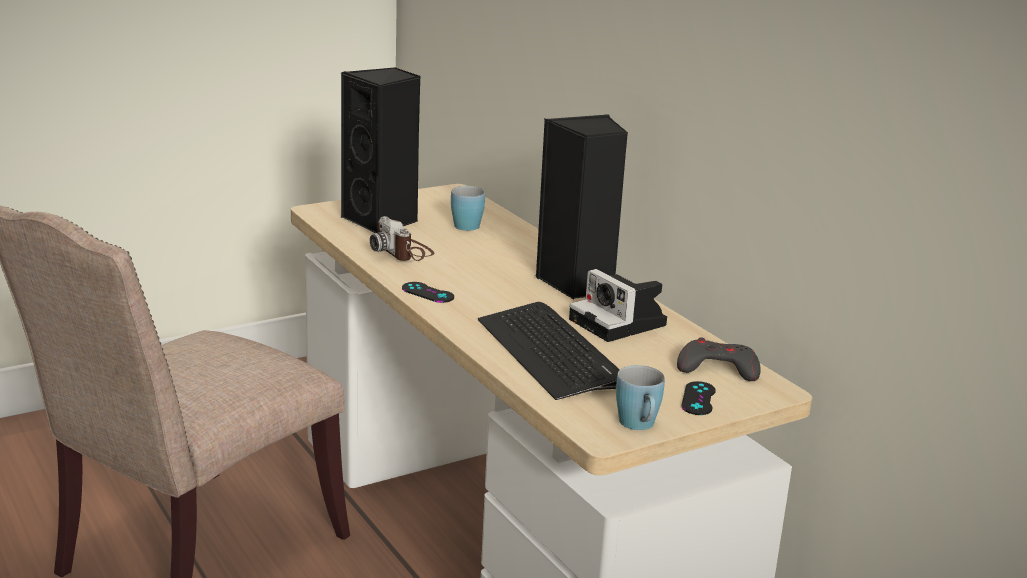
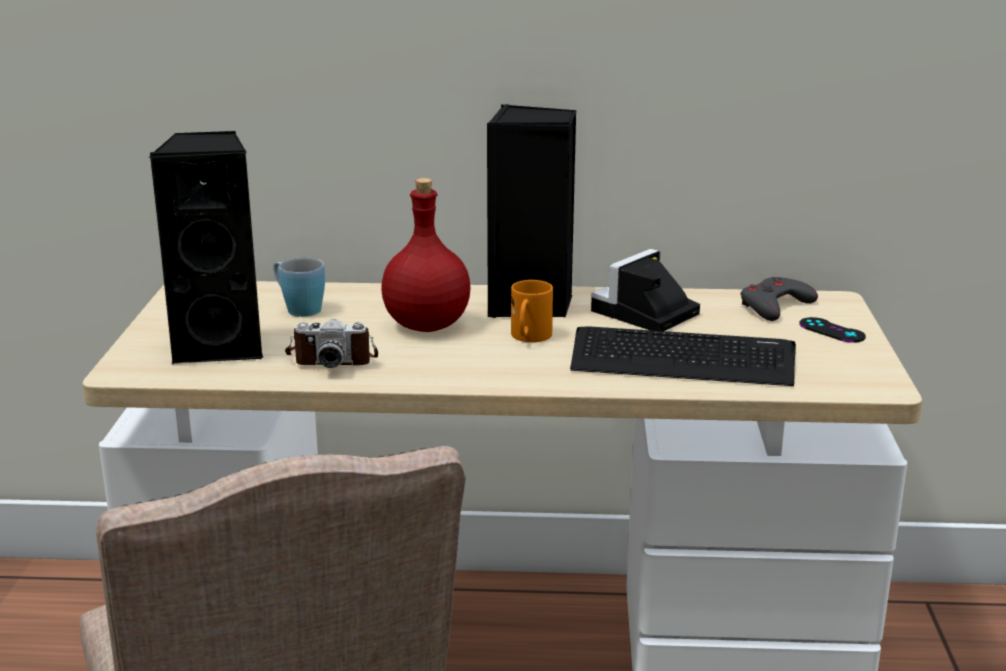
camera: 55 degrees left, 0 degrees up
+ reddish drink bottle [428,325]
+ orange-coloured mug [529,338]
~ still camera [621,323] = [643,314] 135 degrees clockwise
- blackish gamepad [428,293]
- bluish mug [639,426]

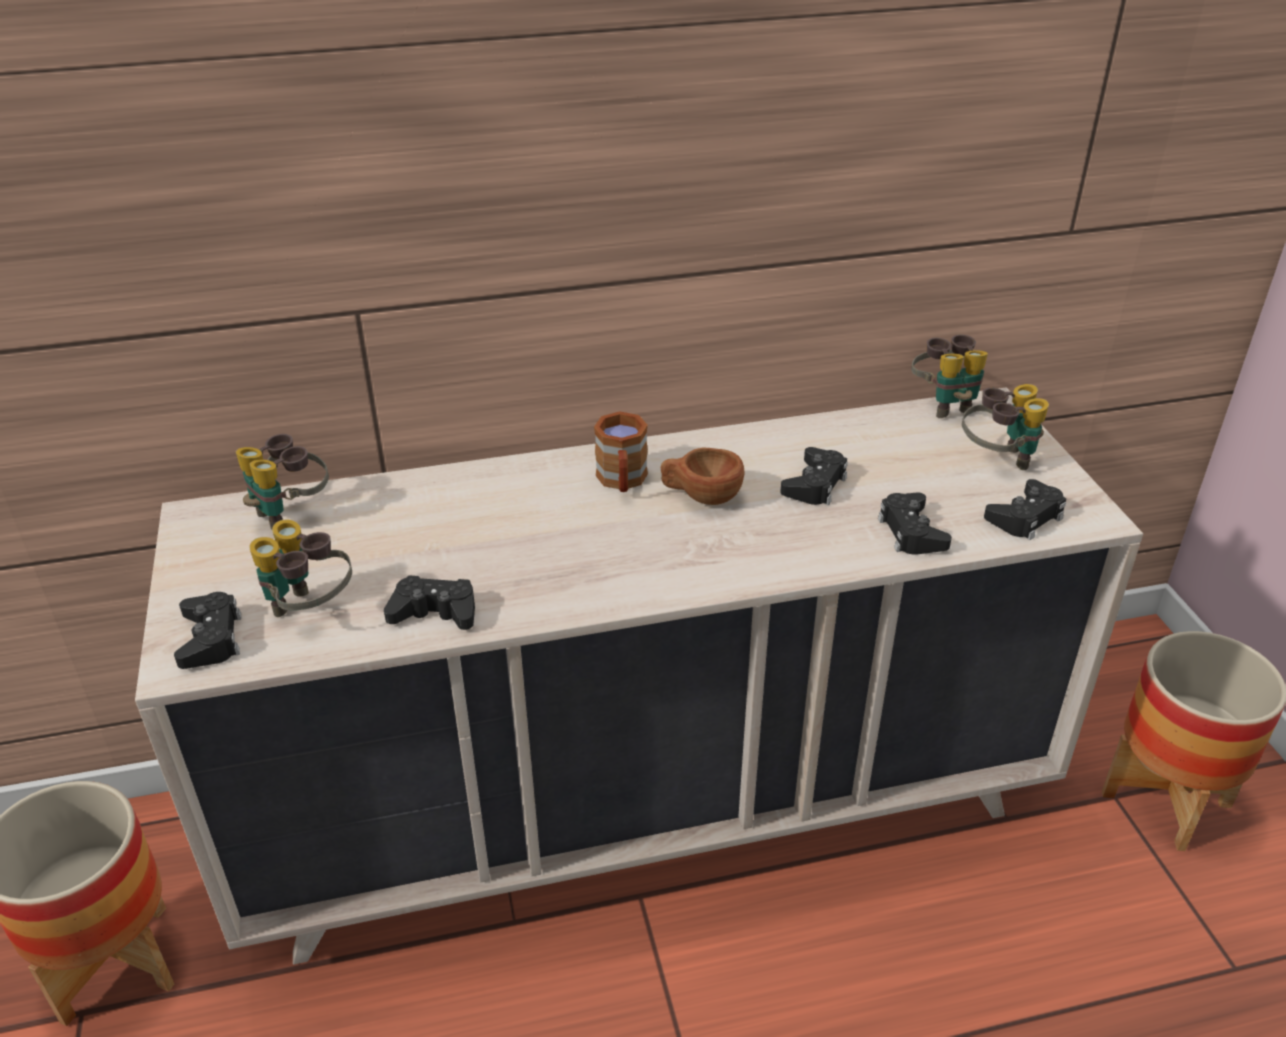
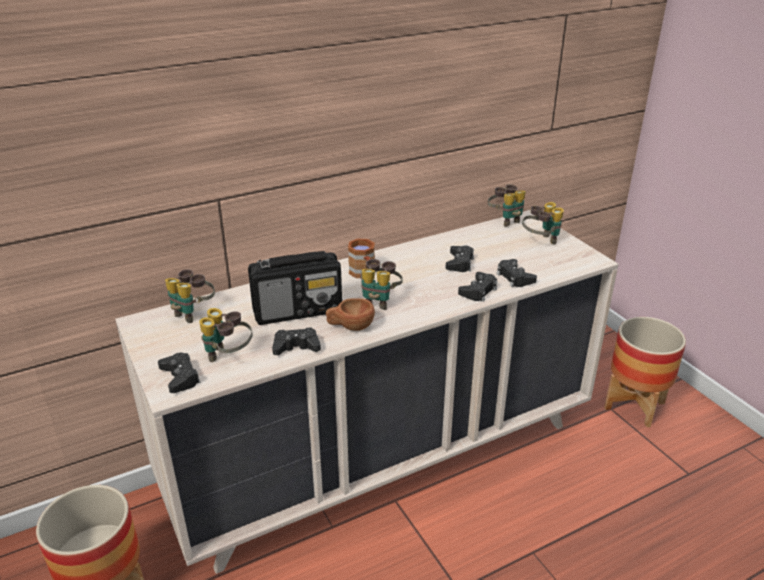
camera: 15 degrees left, 5 degrees down
+ radio set [298,311]
~ brown-coloured drinking cup [701,496] to [350,327]
+ pair of binoculars [379,301]
~ blackish gamepad [1025,517] to [478,291]

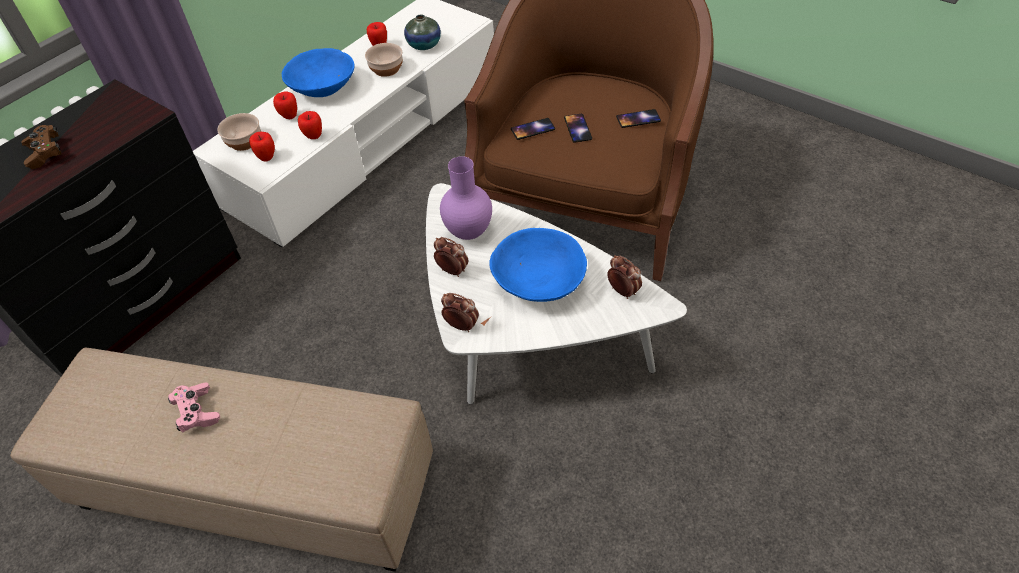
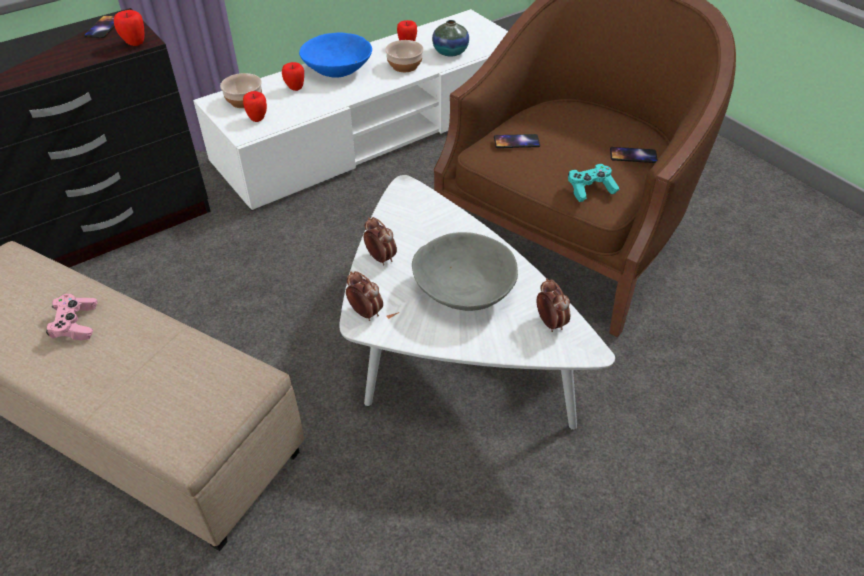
camera: 15 degrees right, 5 degrees down
~ phone [577,128] to [103,27]
~ apple fruit [314,137] to [135,44]
~ bluish deep dish [538,282] to greyish deep dish [463,291]
+ turquoise-coloured gamepad [590,189]
- brown-coloured gamepad [45,153]
- purple decorative vase [468,233]

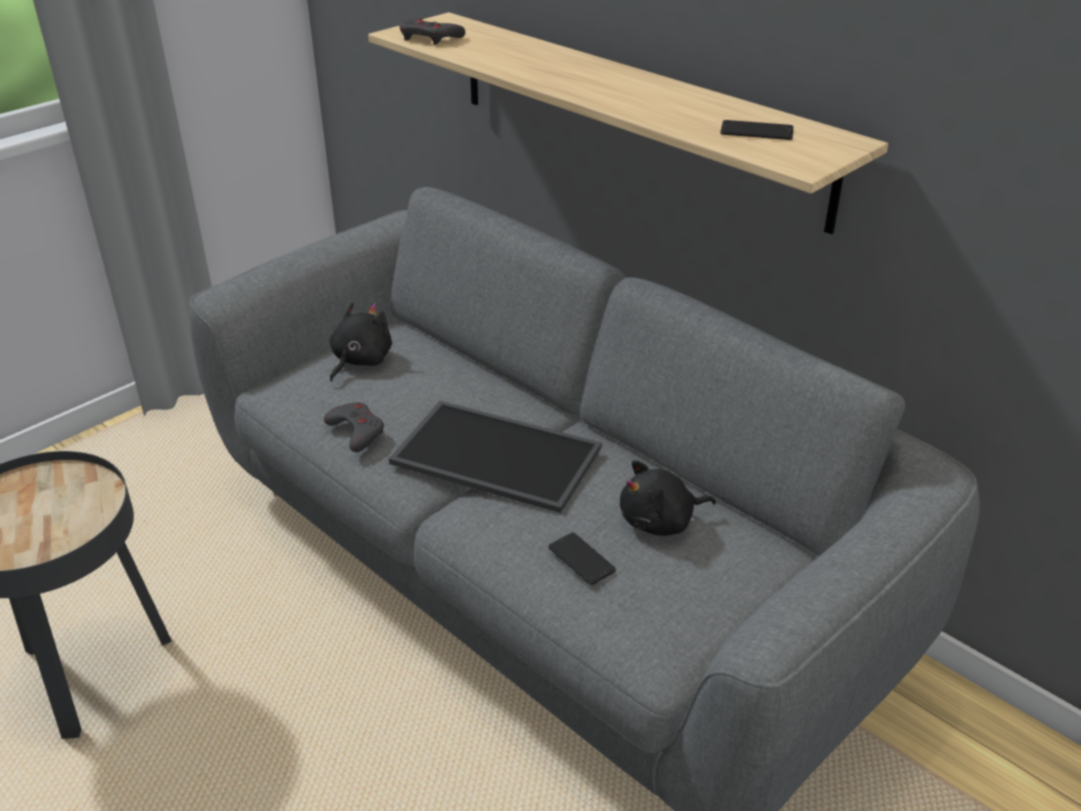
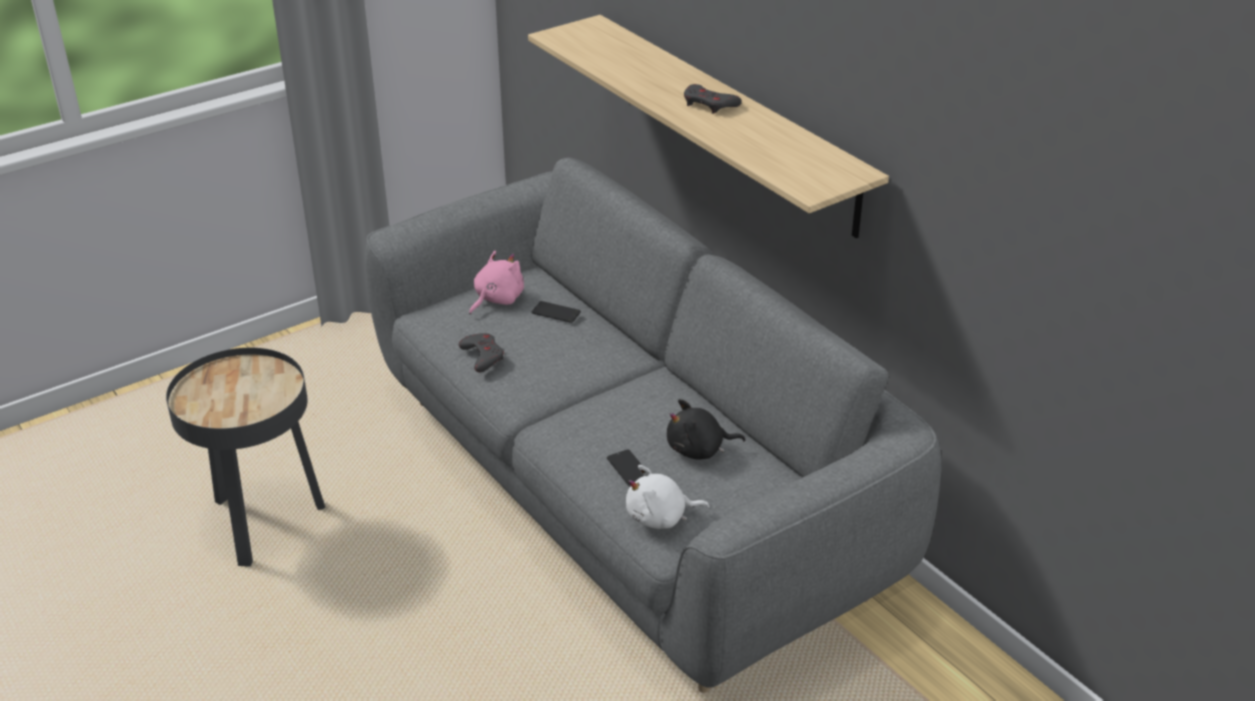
camera: 10 degrees right, 0 degrees up
~ blackish soft toy [359,361] to pinkish soft toy [496,299]
~ phone [756,131] to [556,313]
+ whitish soft toy [660,517]
~ greyish gamepad [429,38] to [709,104]
- tray [493,457]

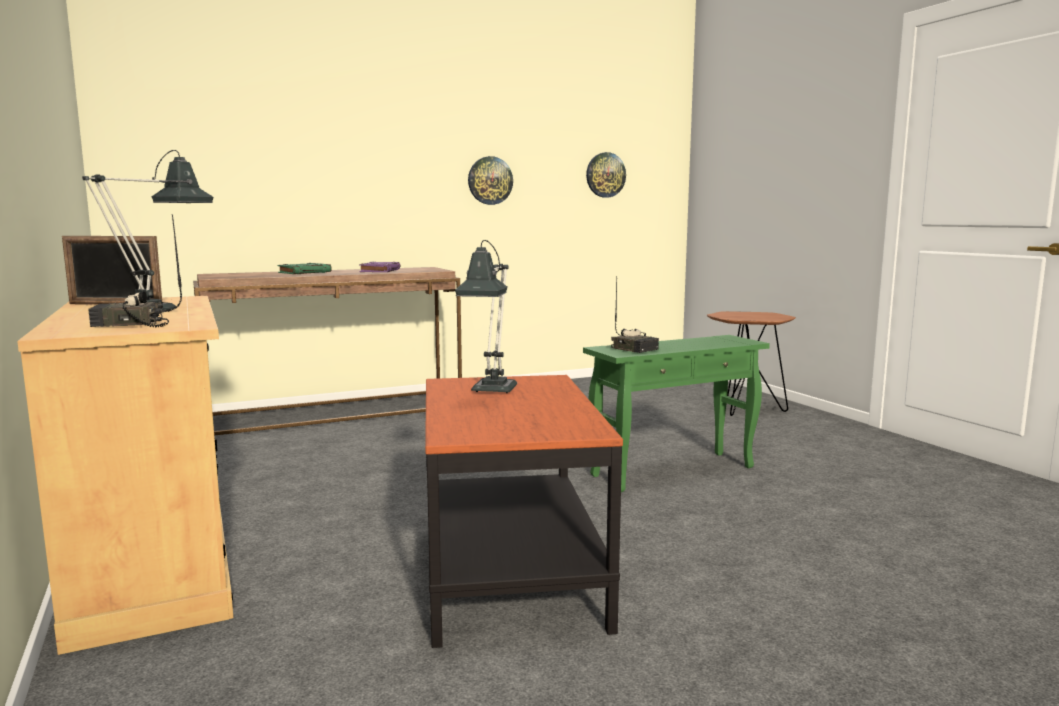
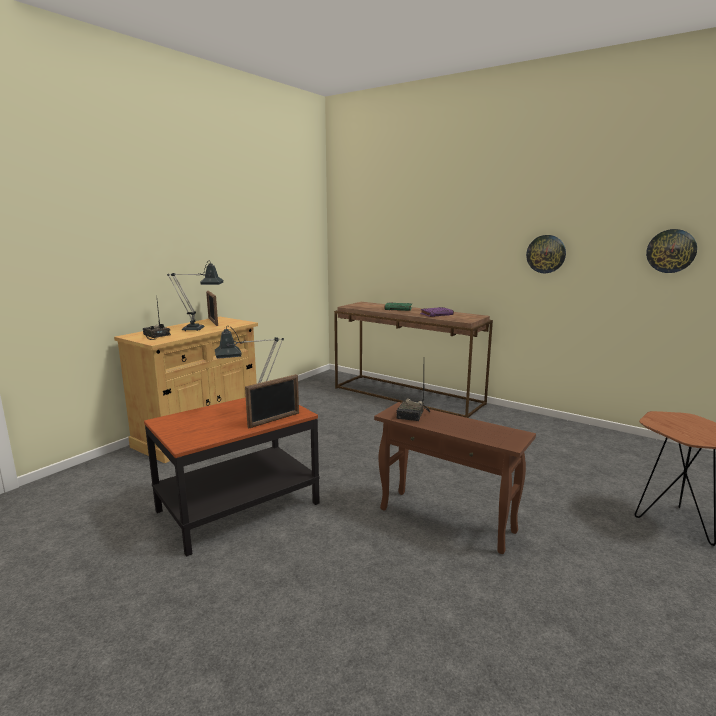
camera: 60 degrees right, 5 degrees up
+ photo frame [274,420]
~ greenish end table [673,471] to brown-coloured end table [446,520]

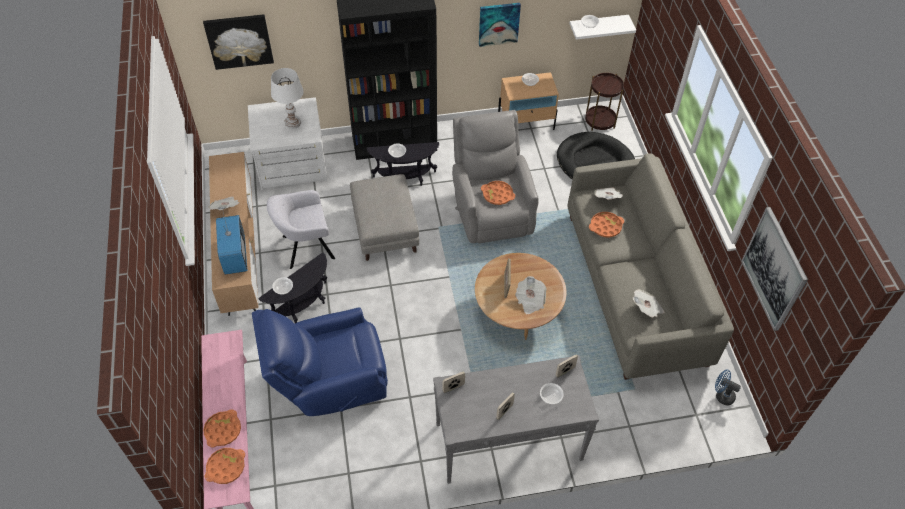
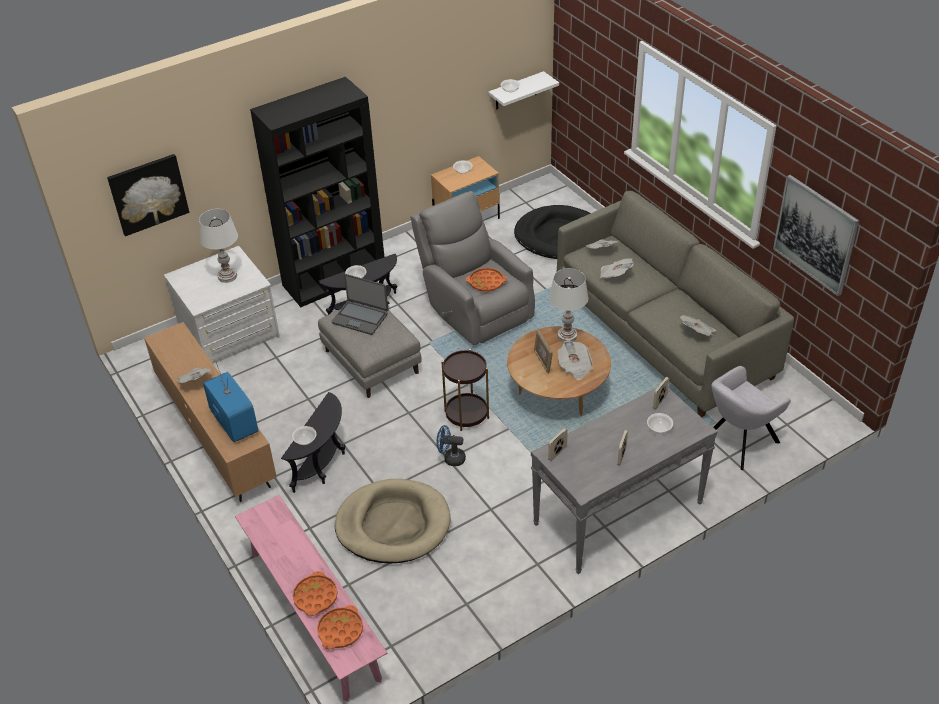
camera: 20 degrees left, 10 degrees down
+ notebook computer [360,318]
~ bluish armchair [329,380] to beige dog bed [393,524]
~ bluish electric fan [722,395] to [451,458]
~ brown-coloured end table [600,121] to [466,414]
+ whitish lamp for a table [567,336]
~ orange-coloured tray [605,226] to printed paper [615,275]
~ greyish armchair [305,247] to [738,442]
- wall picture [498,24]

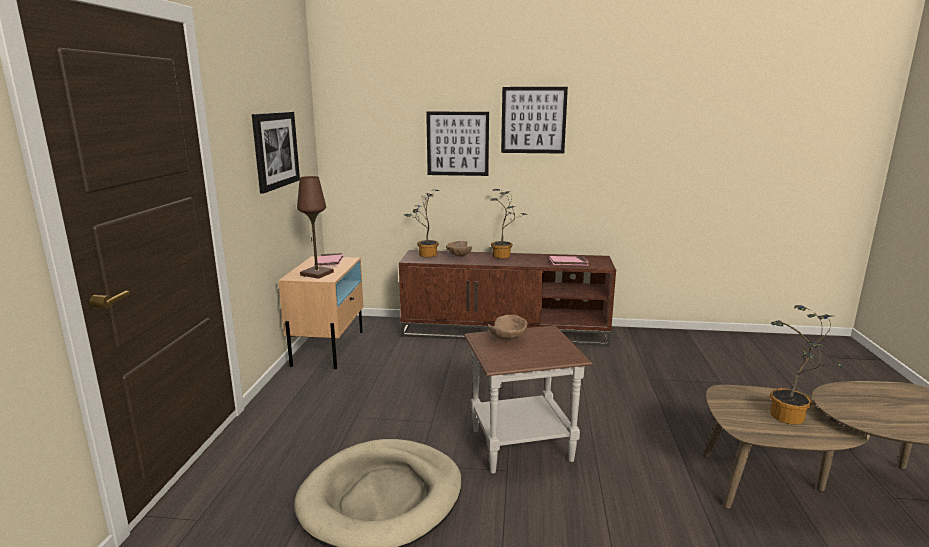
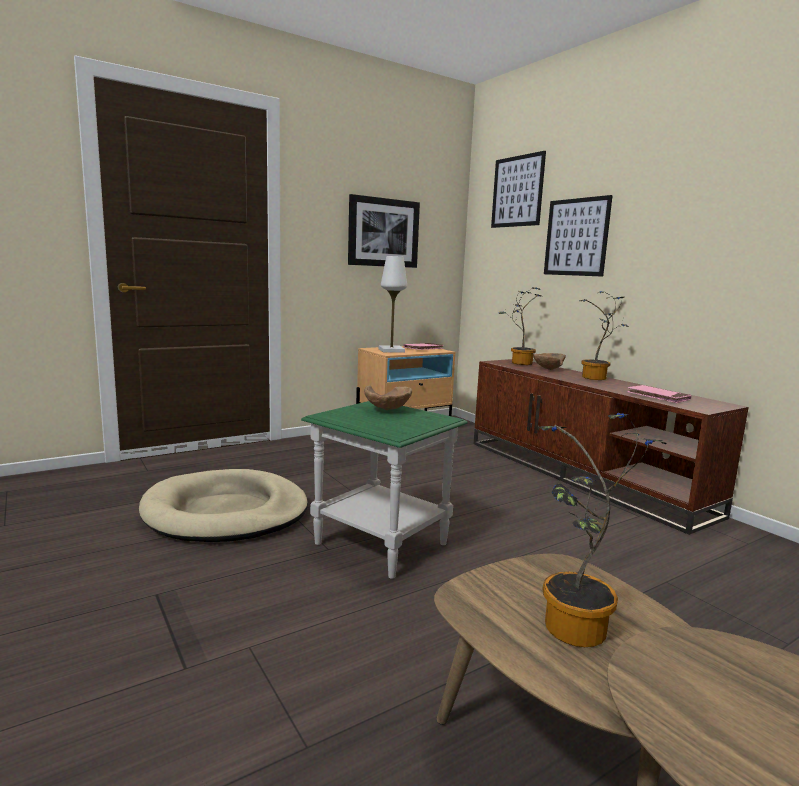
camera: 50 degrees right, 5 degrees down
~ brown-coloured end table [520,445] to greenish end table [379,543]
~ brown-coloured lamp for a table [316,274] to whitish lamp for a table [391,350]
~ wall picture [533,120] to [517,191]

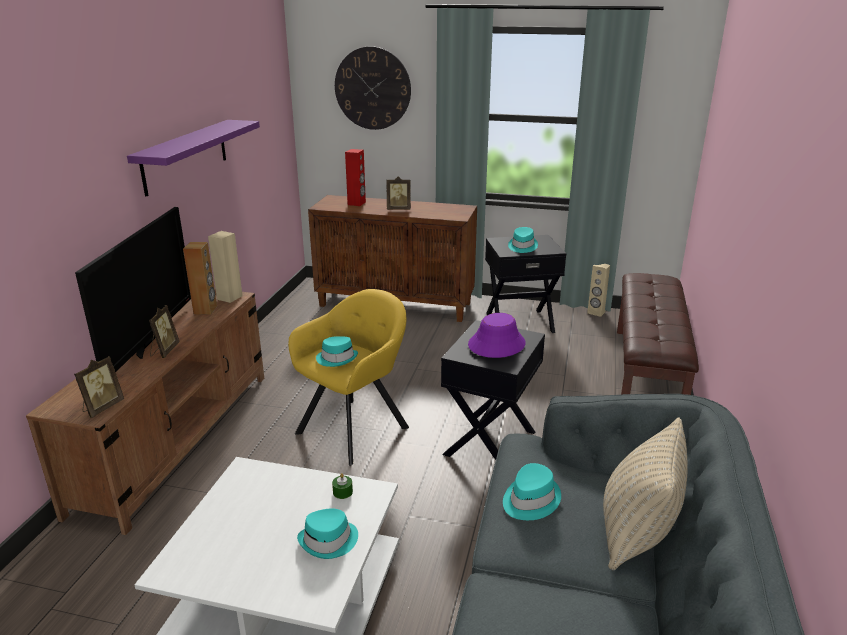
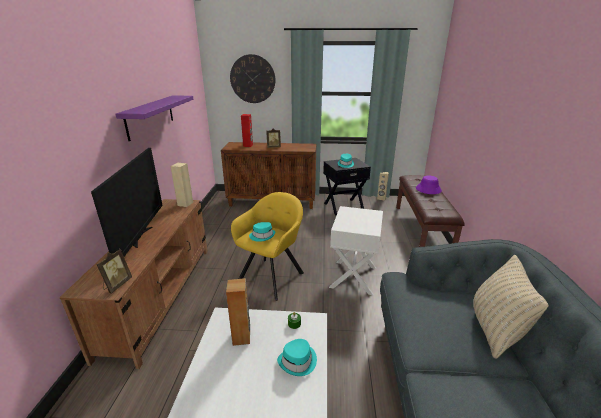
camera: 10 degrees left, 0 degrees up
~ brown-coloured loudspeaker [205,310] to [242,337]
~ blackish end table [491,443] to whitish end table [354,277]
~ purple clothing hat [496,344] to [428,189]
- photo frame [164,351]
- turquoise-coloured clothing hat [530,500]

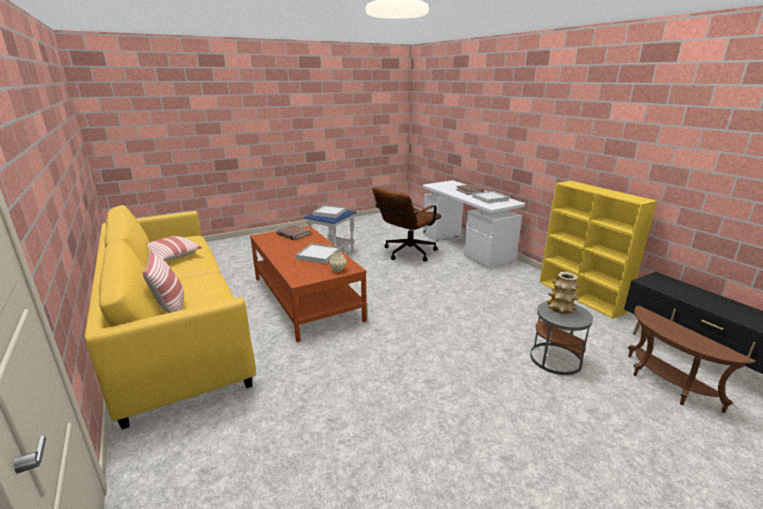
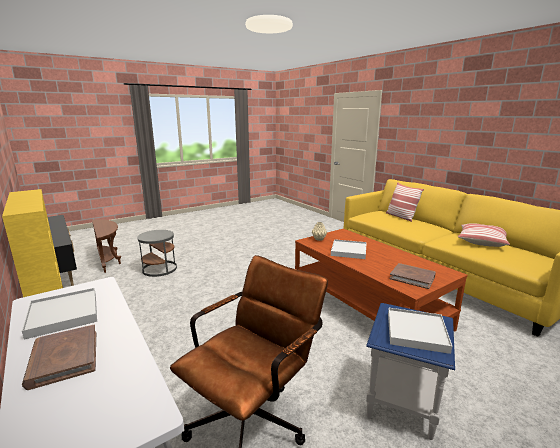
camera: 175 degrees right, 5 degrees down
- decorative vase [560,309]

